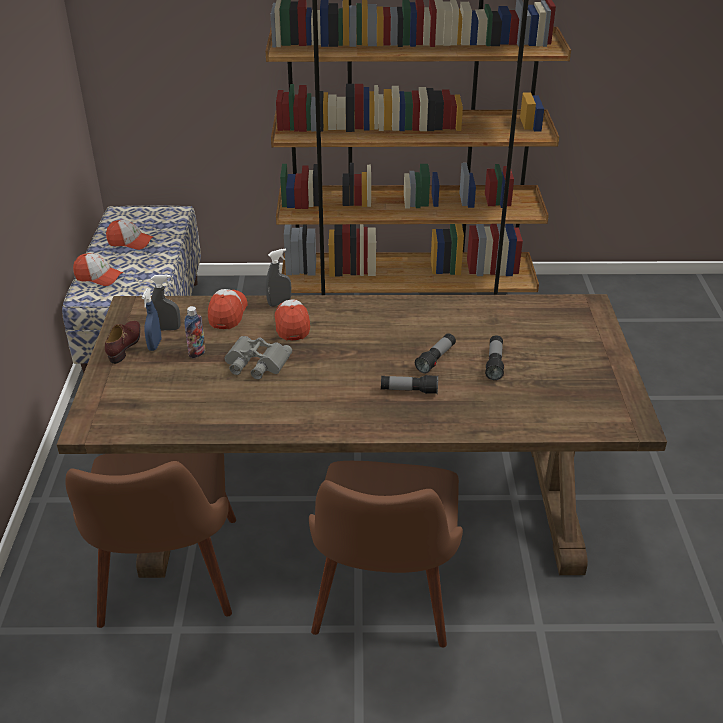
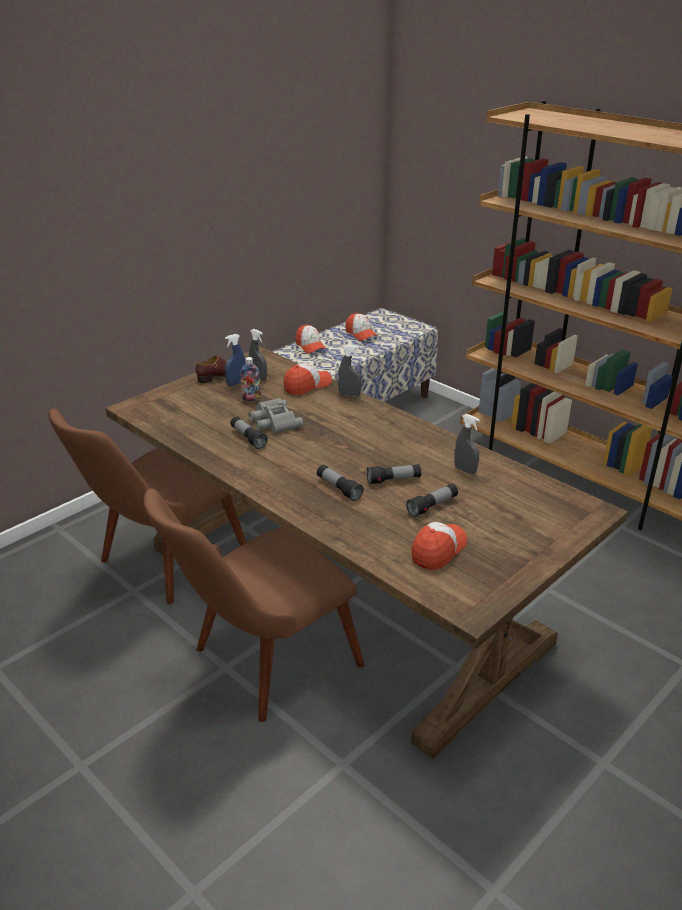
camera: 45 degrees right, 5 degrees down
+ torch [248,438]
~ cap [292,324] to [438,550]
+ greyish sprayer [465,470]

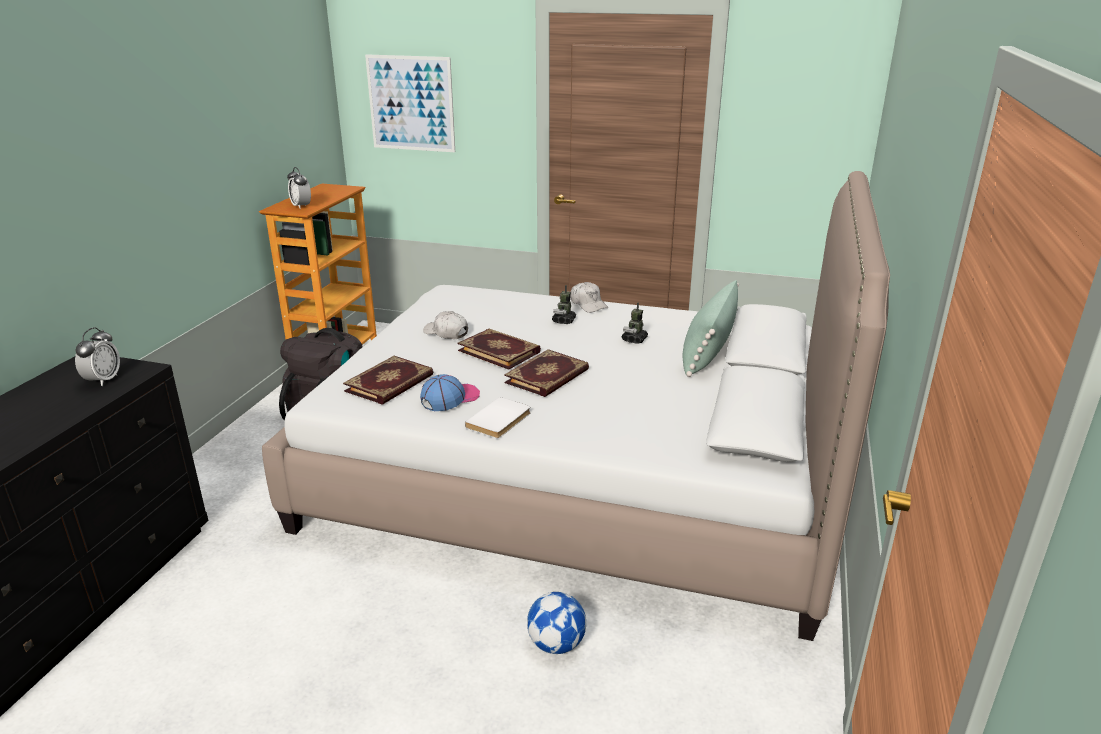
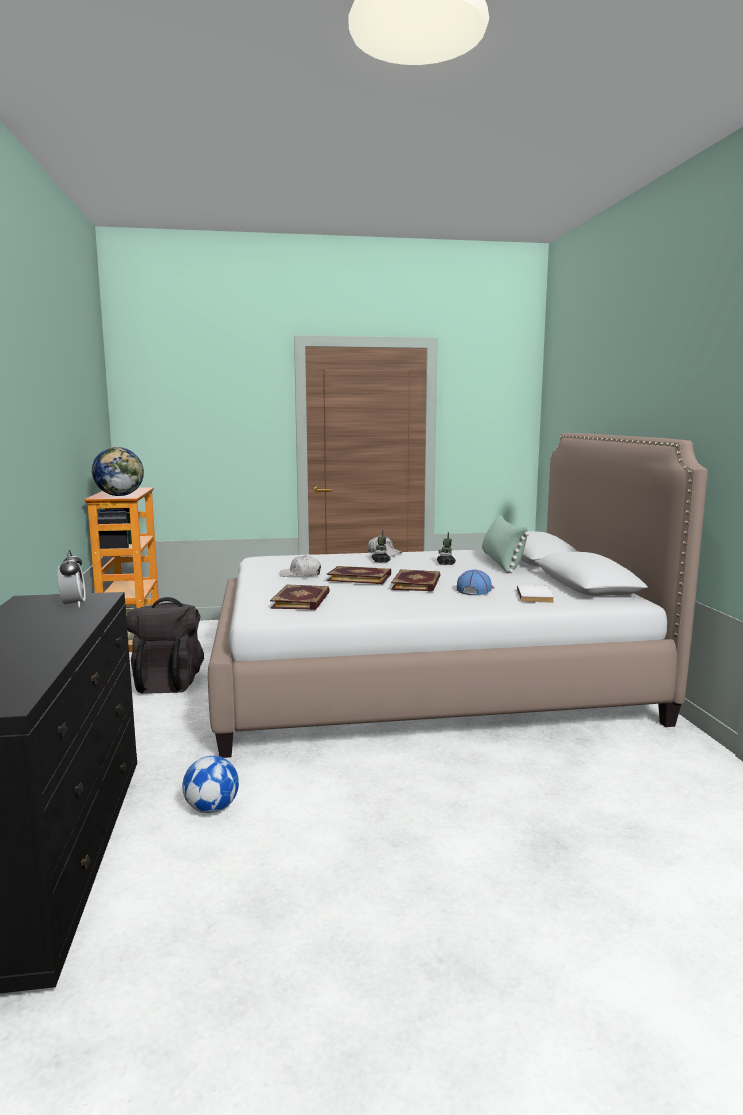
camera: 25 degrees left, 15 degrees down
~ table clock [301,206] to desk globe [120,495]
~ football ball [556,644] to [212,809]
~ cap [450,398] to [475,589]
~ whitish book [500,420] to [536,596]
- wall picture [411,103]

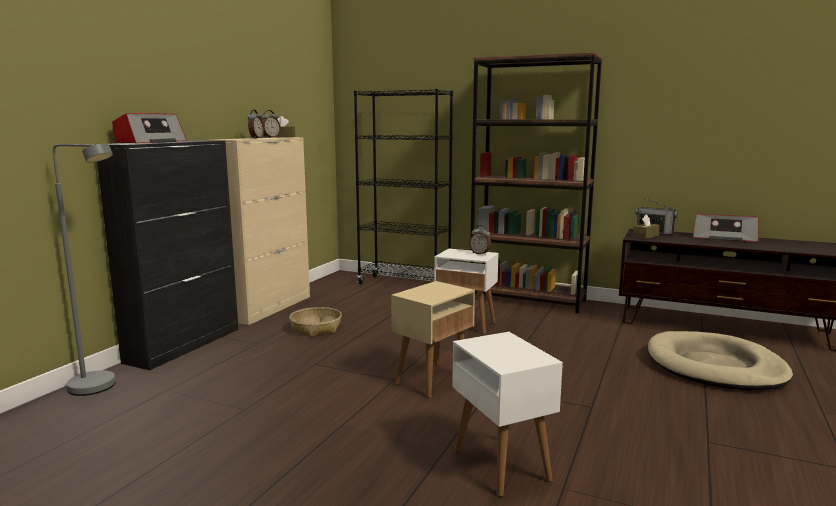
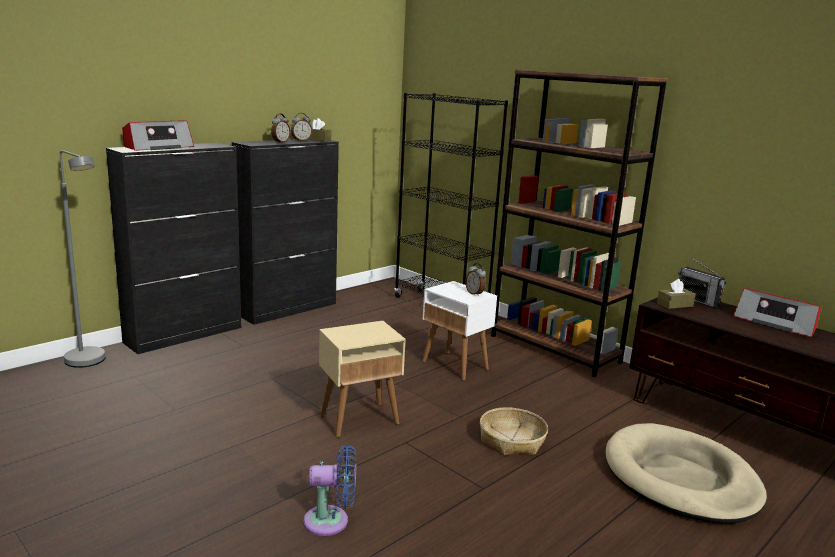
camera: 20 degrees right, 5 degrees up
~ beige cabinet [269,307] to blackish cabinet [288,309]
~ whitish end table [500,464] to bluish electric fan [331,521]
~ basket [316,328] to [512,440]

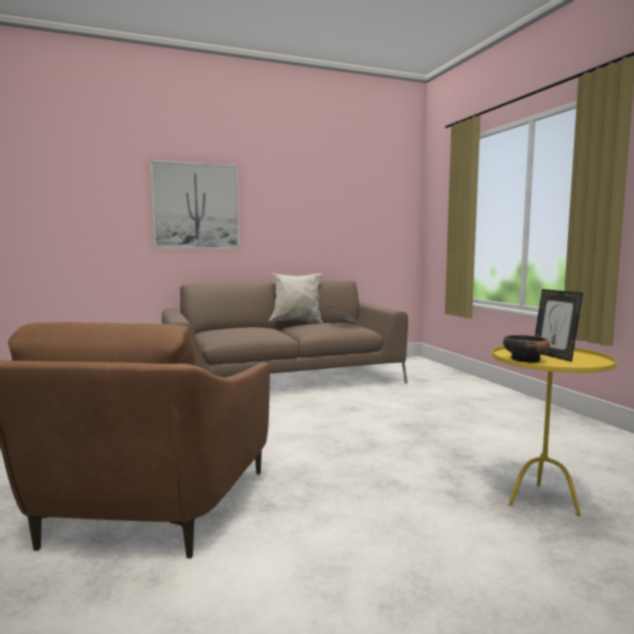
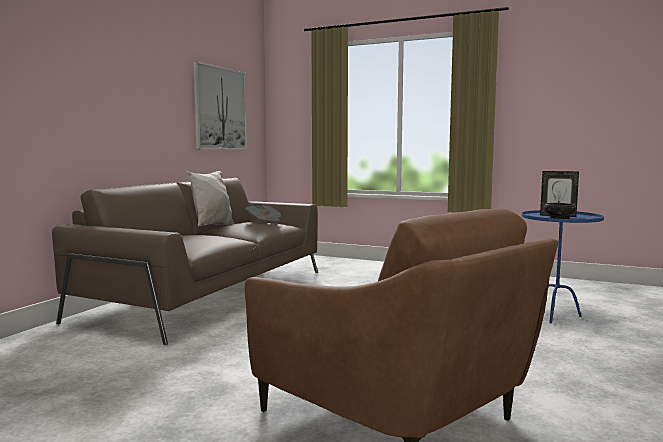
camera: 45 degrees left, 0 degrees up
~ wall picture [196,206] to [220,108]
~ yellow-coloured end table [542,501] to bluish end table [555,316]

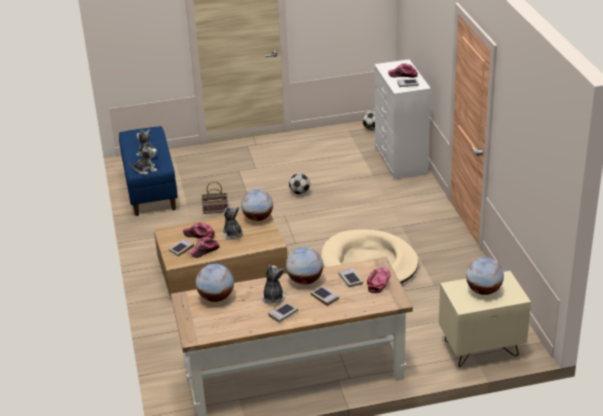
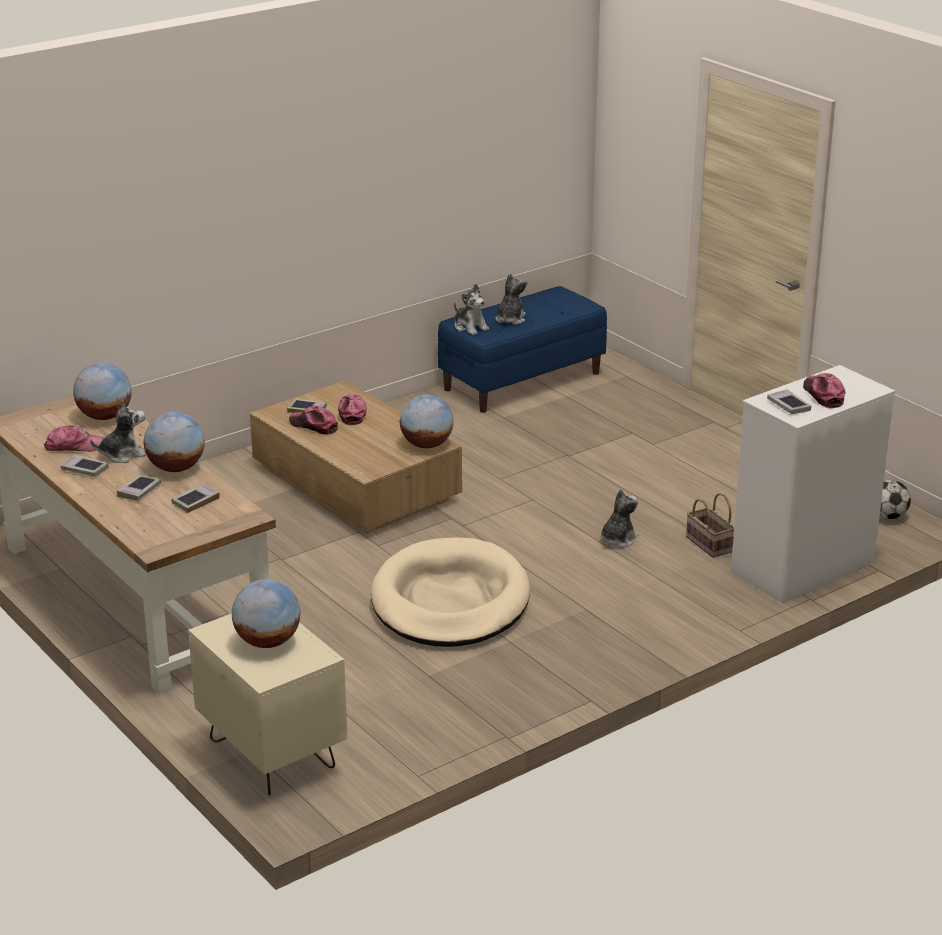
camera: 65 degrees right, 5 degrees down
~ cap [378,282] to [74,446]
~ soft toy [232,234] to [617,539]
~ basket [215,210] to [707,544]
- football ball [299,192]

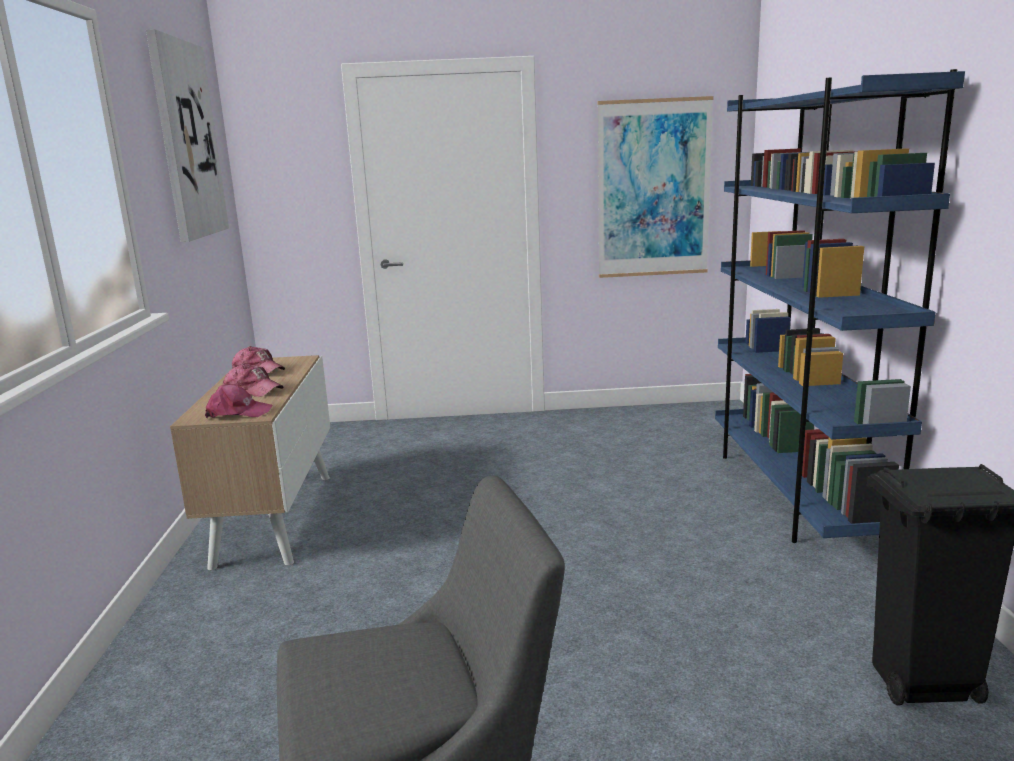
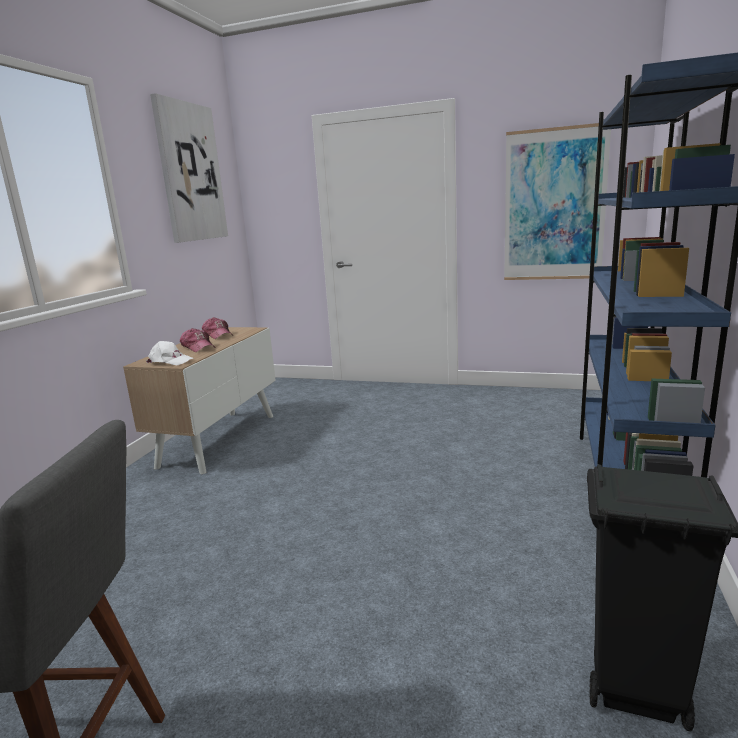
camera: 20 degrees right, 0 degrees up
~ pinkish cap [238,412] to whitish cap [170,361]

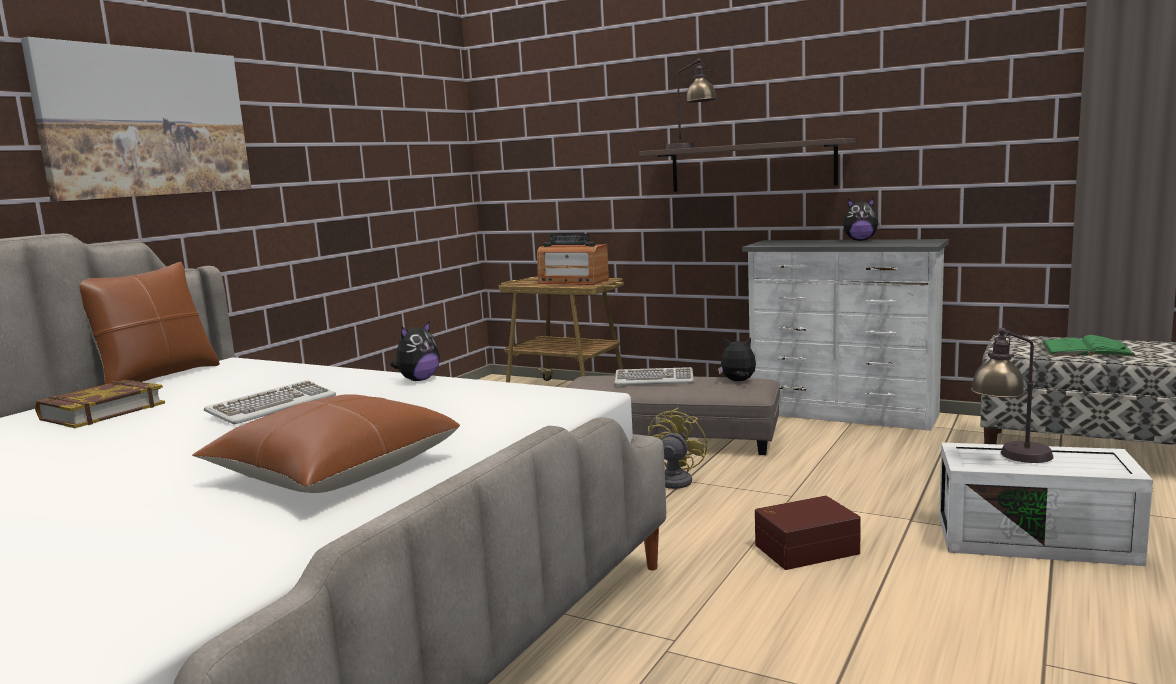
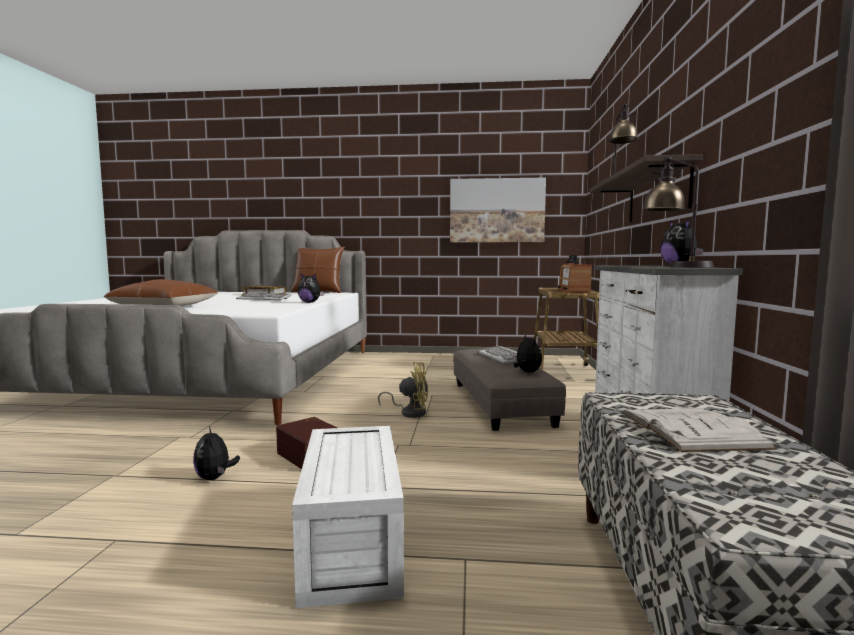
camera: 65 degrees right, 5 degrees down
+ soft toy [215,478]
~ wall picture [146,123] to [497,210]
~ greenish book [1087,349] to whitish book [691,429]
~ lamp for a table [1010,457] to [675,267]

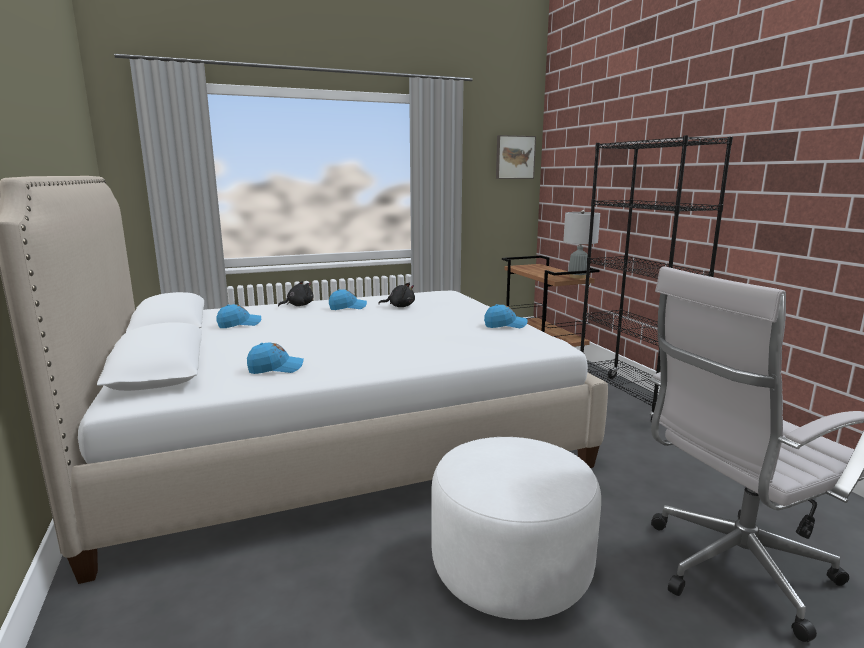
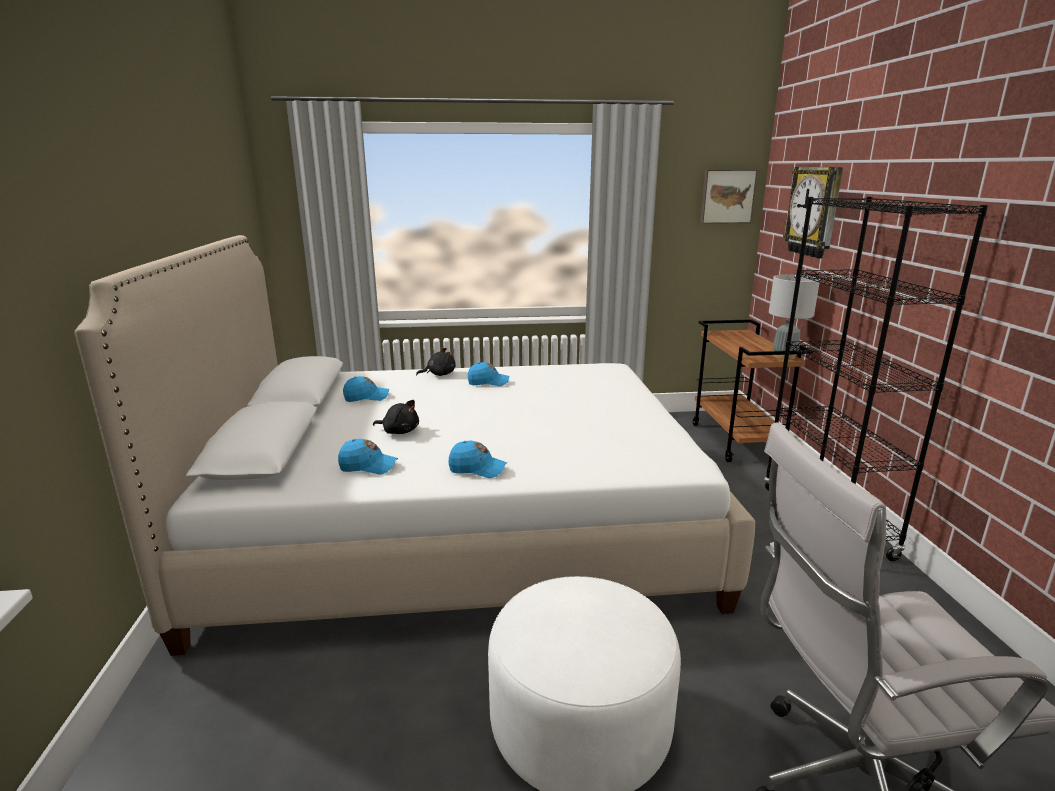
camera: 15 degrees right, 5 degrees up
~ blackish soft toy [399,306] to [399,431]
~ bluish cap [505,325] to [477,469]
+ wall clock [814,211]

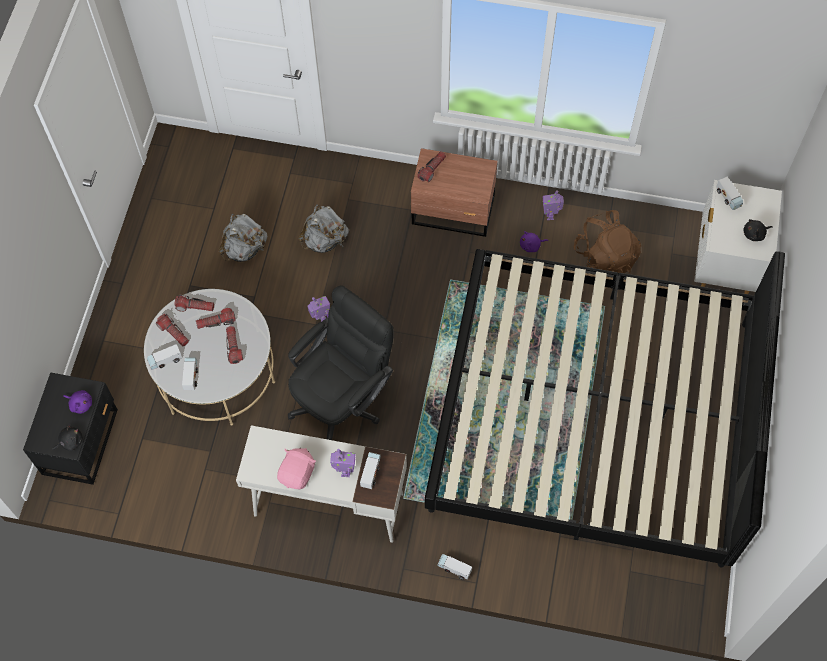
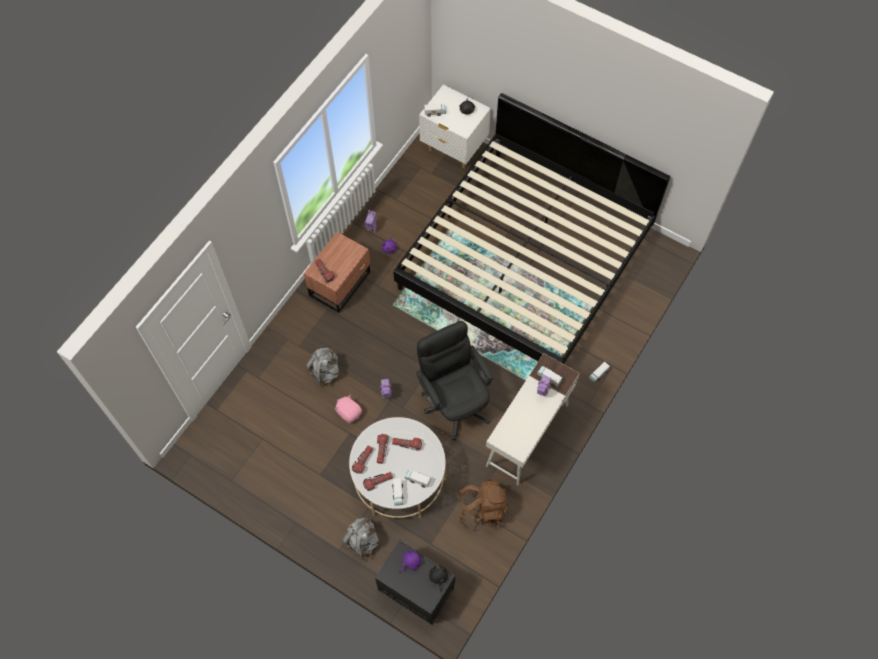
camera: 70 degrees left, 0 degrees up
~ pinkish soft toy [297,473] to [349,412]
~ greyish rucksack [244,249] to [362,541]
~ brown-coloured rucksack [605,257] to [481,509]

